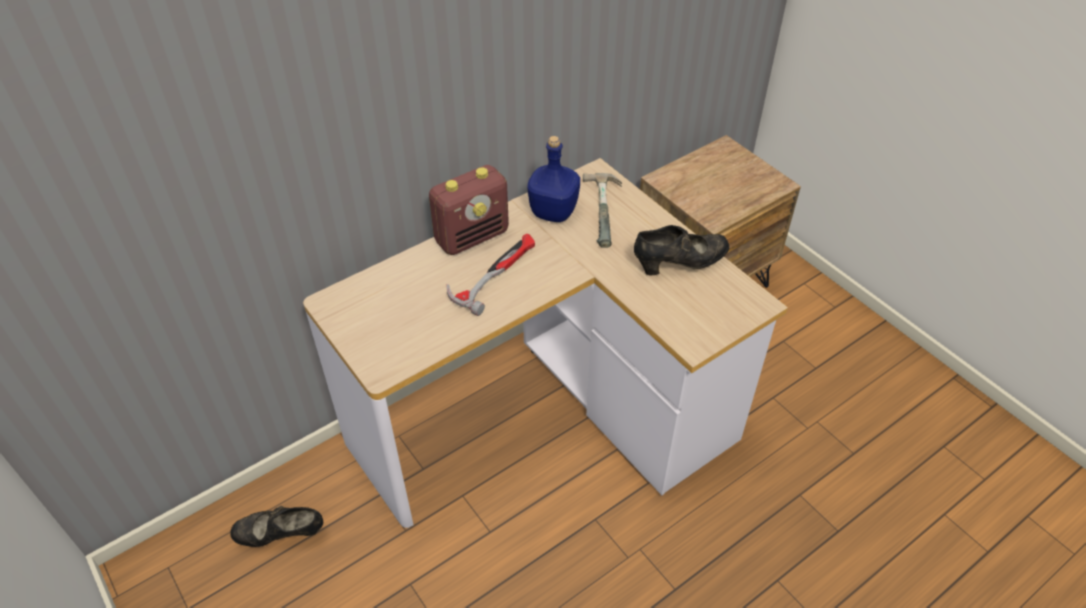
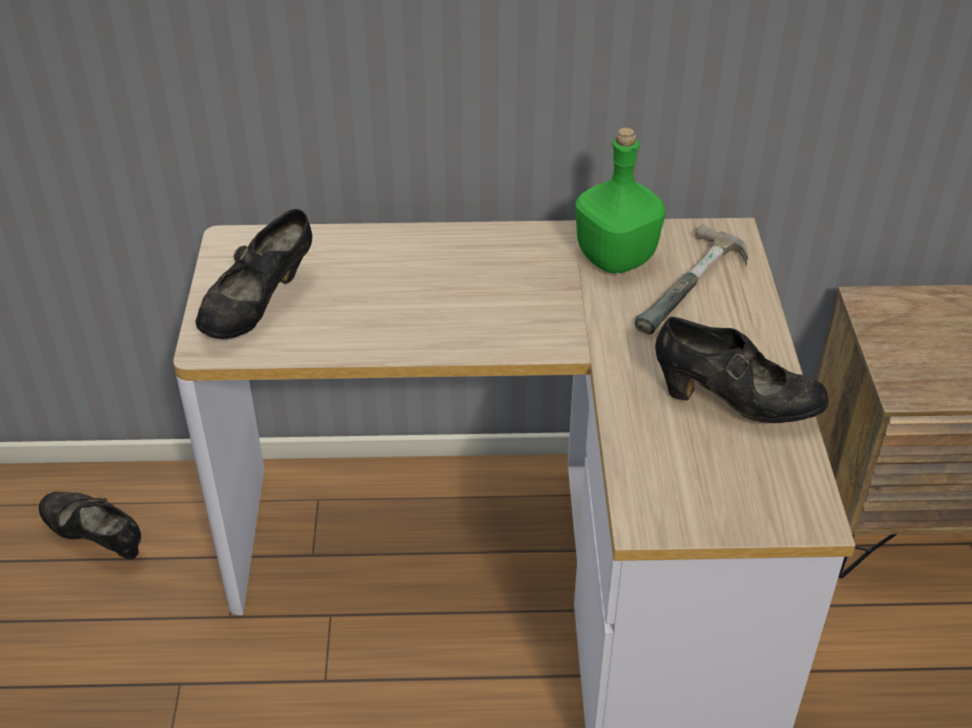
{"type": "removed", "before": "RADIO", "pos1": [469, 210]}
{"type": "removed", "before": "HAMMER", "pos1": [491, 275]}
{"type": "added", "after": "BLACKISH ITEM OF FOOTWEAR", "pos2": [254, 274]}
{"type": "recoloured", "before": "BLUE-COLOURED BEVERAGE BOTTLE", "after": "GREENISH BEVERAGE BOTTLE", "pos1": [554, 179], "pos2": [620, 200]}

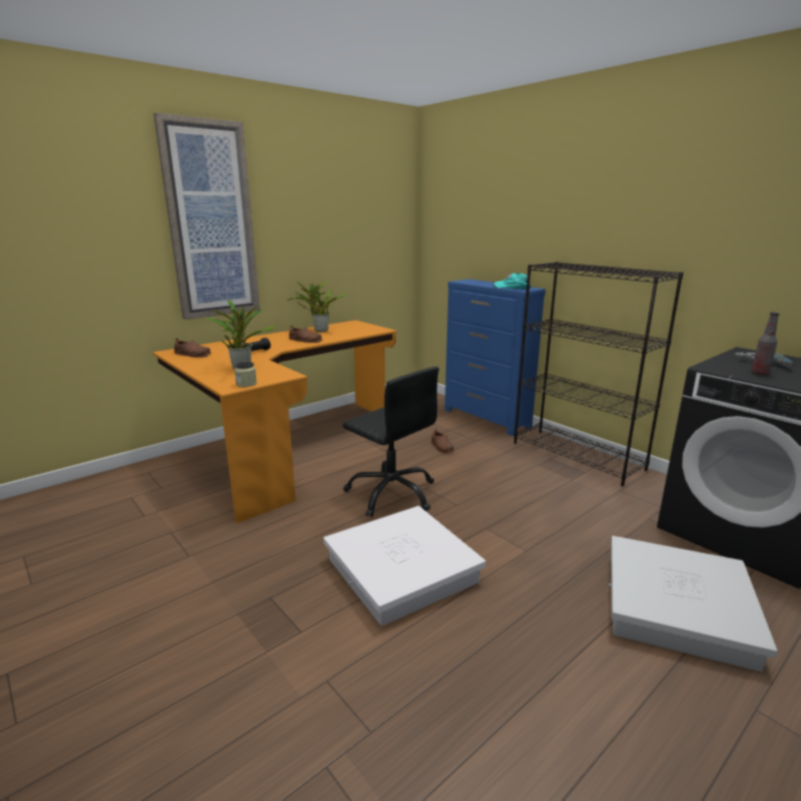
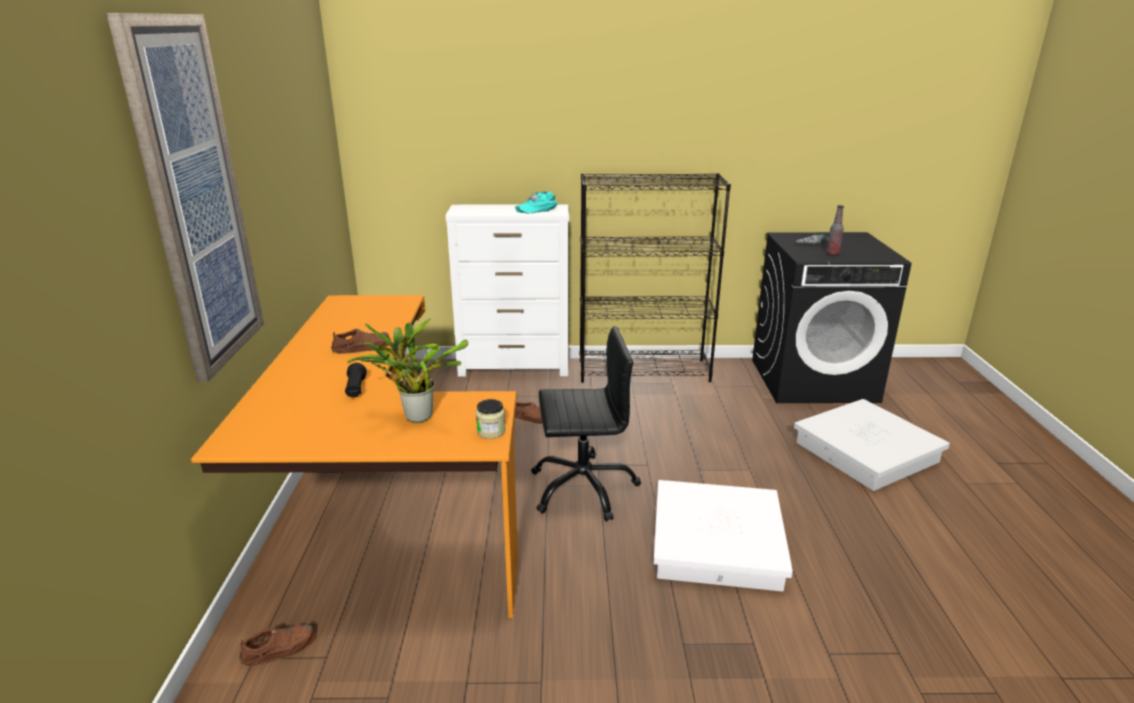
{"type": "removed", "before": "HOUSEPLANT", "pos1": [316, 306]}
{"type": "moved", "before": "BROWN ITEM OF FOOTWEAR", "pos1": [192, 347], "pos2": [278, 645]}
{"type": "recoloured", "before": "BLUE-COLOURED CHEST OF DRAWERS", "after": "WHITE-COLOURED CHEST OF DRAWERS", "pos1": [495, 357], "pos2": [507, 290]}

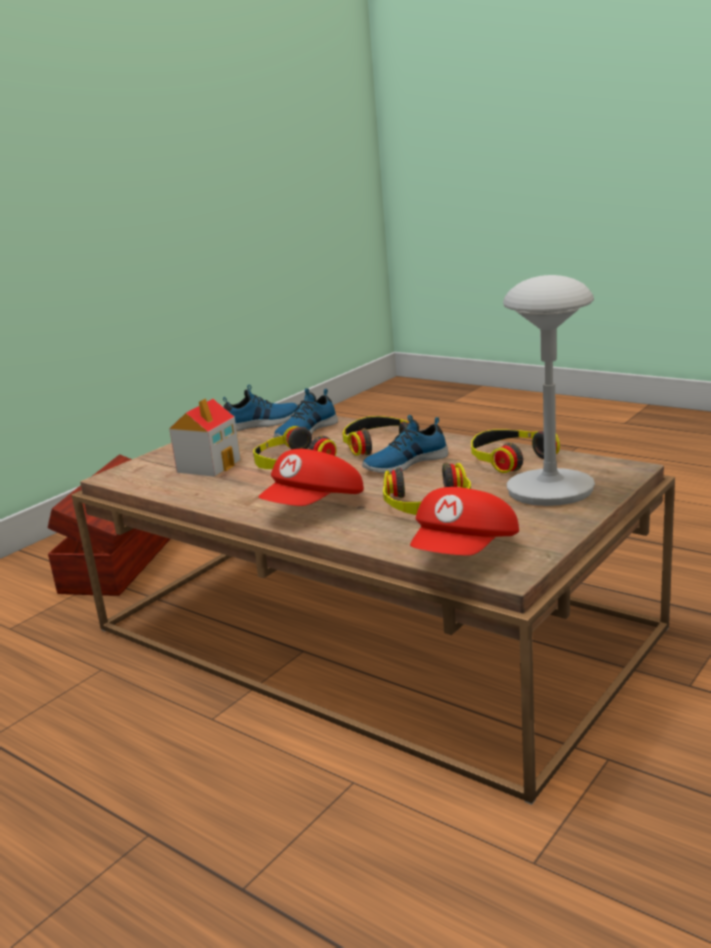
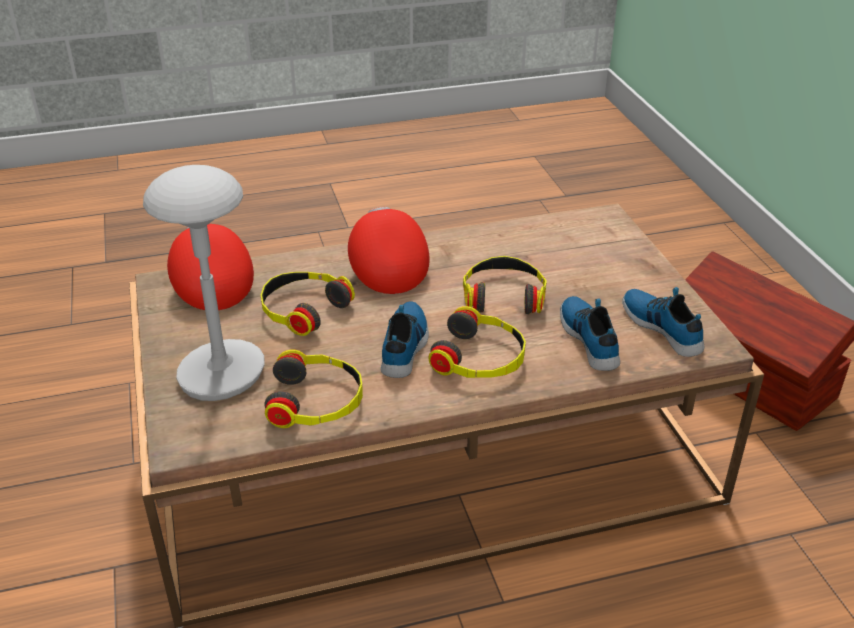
{"type": "removed", "before": "TOY HOUSE", "pos1": [205, 437]}
{"type": "turned", "before": "ITEM OF FOOTWEAR", "pos1": [260, 408], "pos2": [663, 322], "turn": 135}

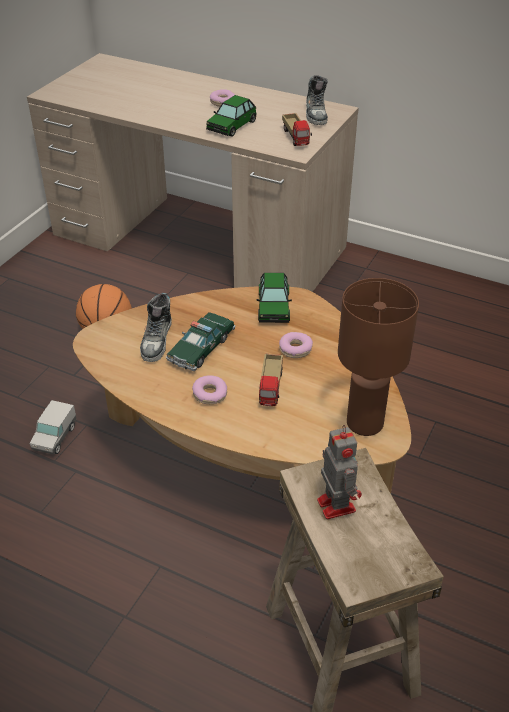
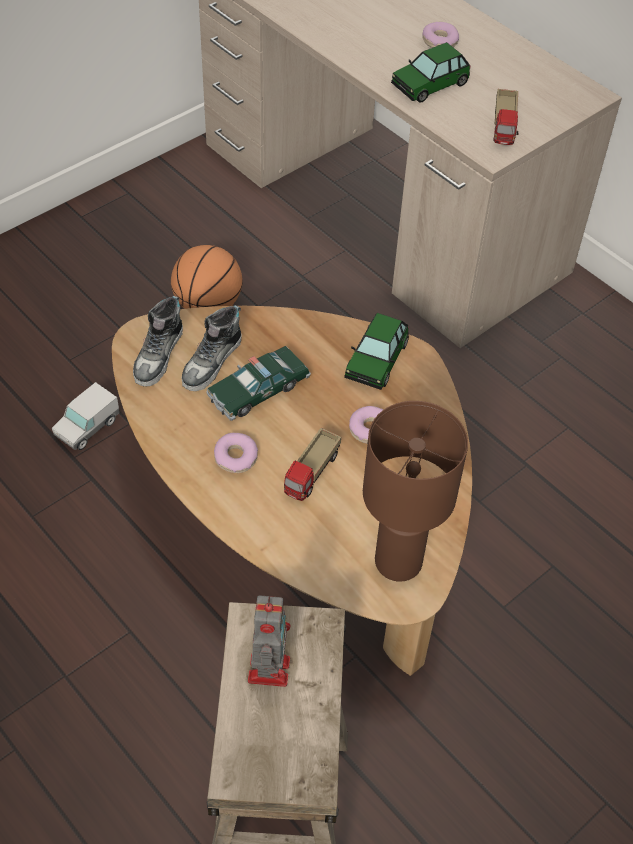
{"type": "moved", "before": "ITEM OF FOOTWEAR", "pos1": [317, 100], "pos2": [158, 341]}

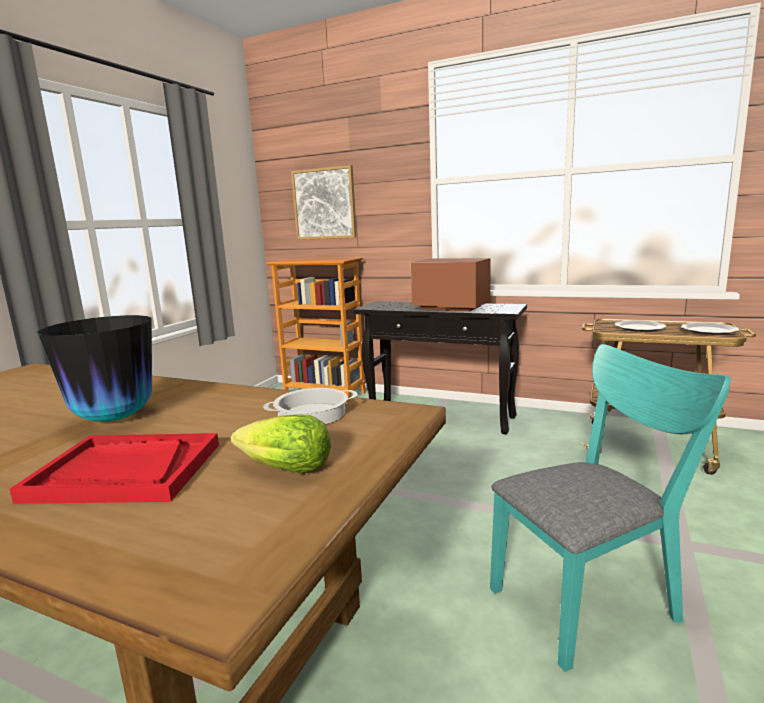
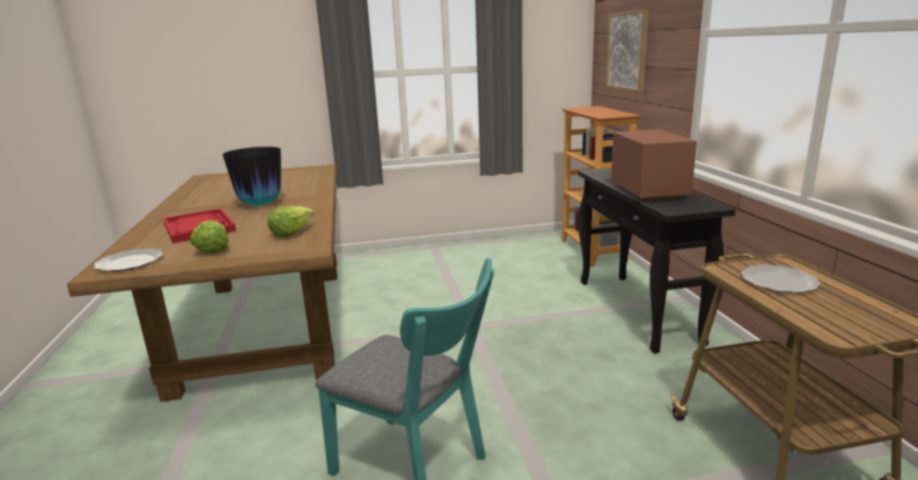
{"type": "moved", "before": "FLAT DISH", "pos1": [710, 328], "pos2": [128, 260]}
{"type": "replaced", "before": "SAUCEPOT", "after": "HEAD OF LETTUCE", "pos1": [310, 406], "pos2": [291, 221]}

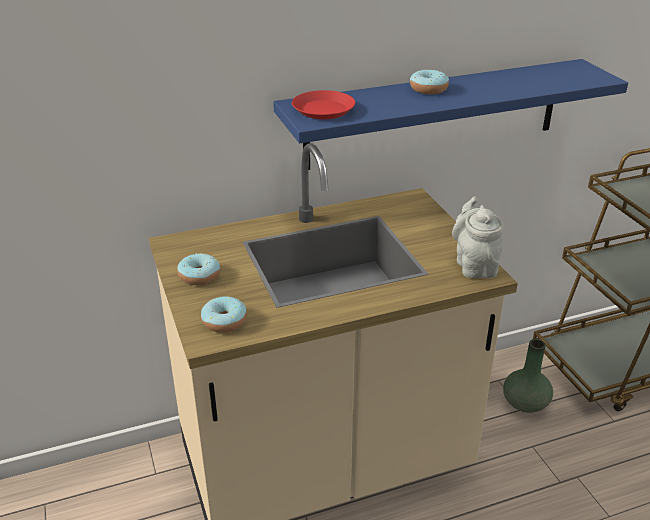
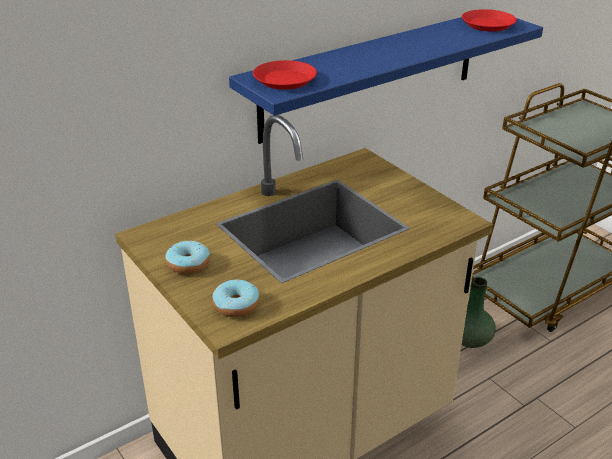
{"type": "removed", "before": "DONUT", "pos1": [429, 82]}
{"type": "removed", "before": "GRAY TEAPOT", "pos1": [478, 237]}
{"type": "added", "after": "RED FLAT DISH", "pos2": [489, 20]}

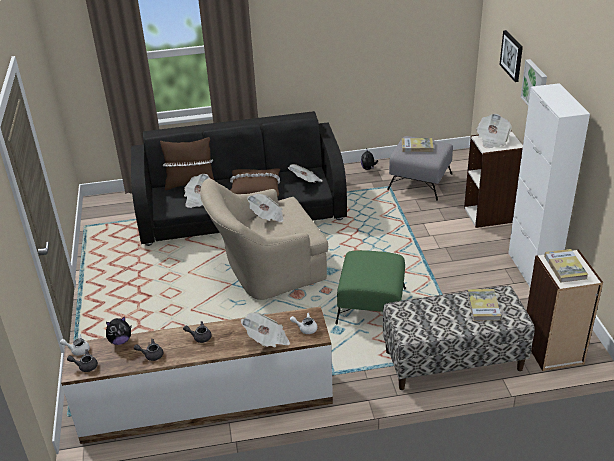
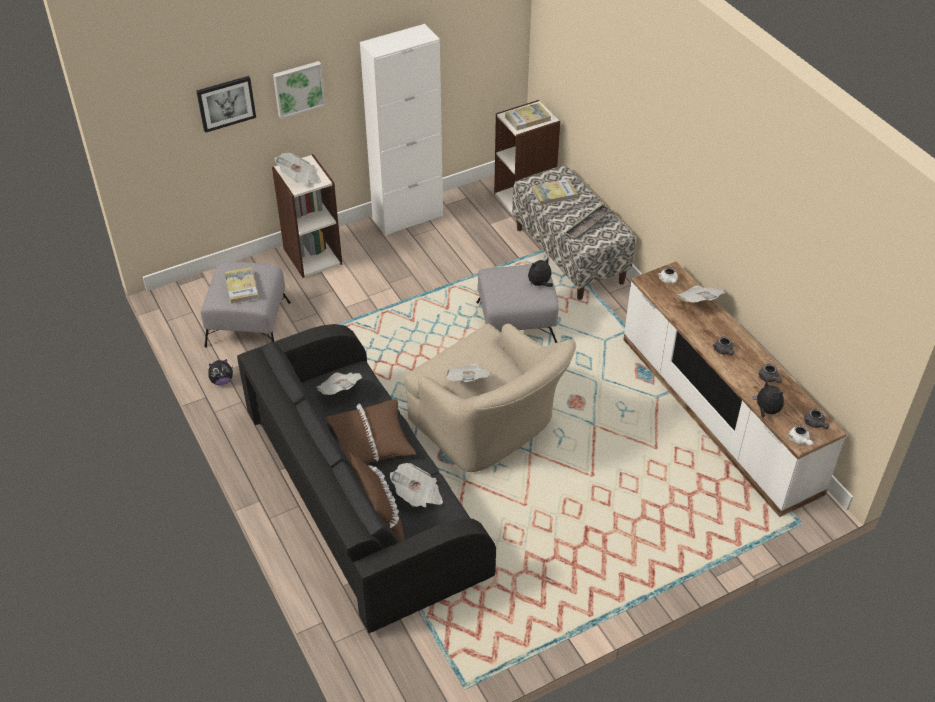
{"type": "added", "after": "CUDDLY TOY", "pos2": [540, 272]}
{"type": "added", "after": "CARRYING TRAY", "pos2": [588, 222]}
{"type": "recoloured", "before": "GREENISH OTTOMAN", "after": "GRAY OTTOMAN", "pos1": [370, 287], "pos2": [517, 303]}

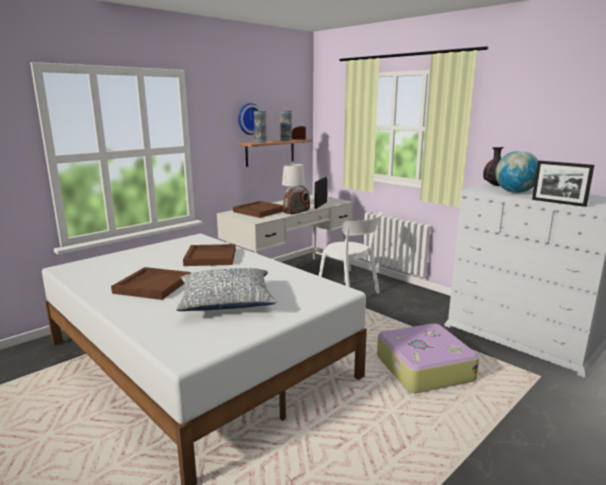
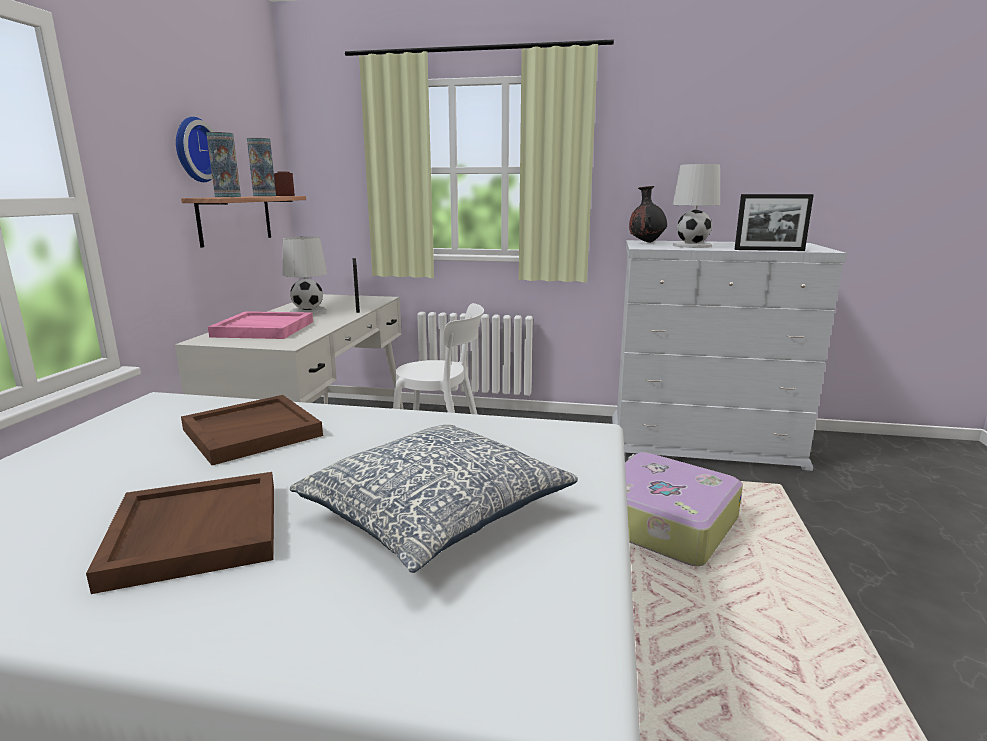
{"type": "removed", "before": "RADIO", "pos1": [296, 200]}
{"type": "replaced", "before": "WORLD GLOBE", "after": "WHITE-COLOURED TABLETOP LAMP", "pos1": [516, 172], "pos2": [696, 206]}
{"type": "recoloured", "before": "BROWN CARRYING TRAY", "after": "PINKISH CARRYING TRAY", "pos1": [258, 209], "pos2": [260, 325]}

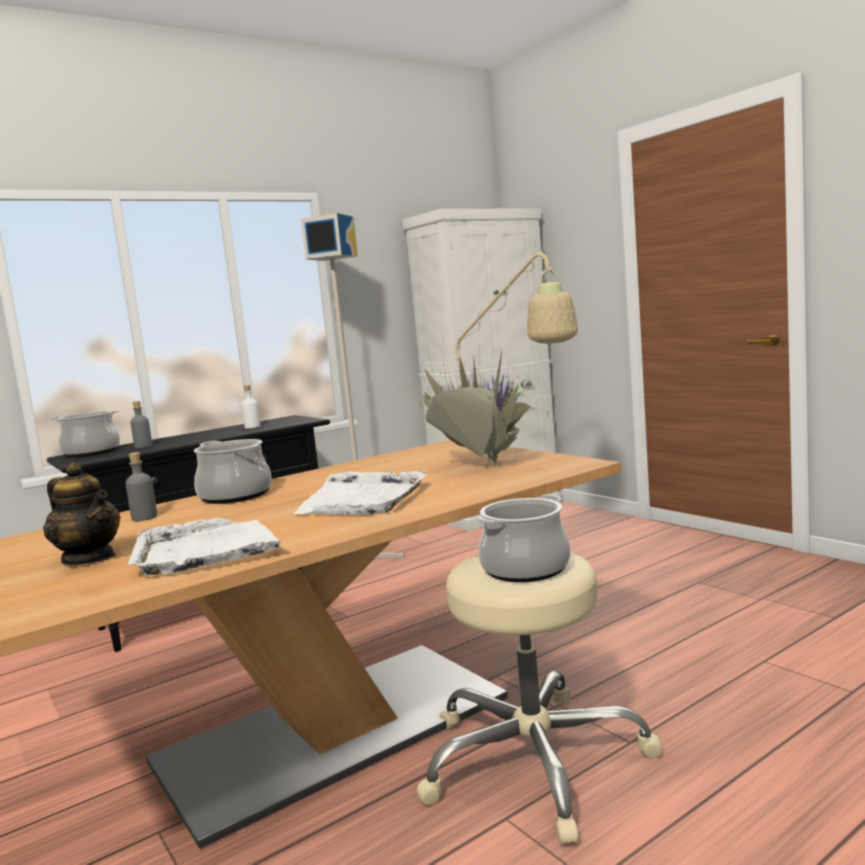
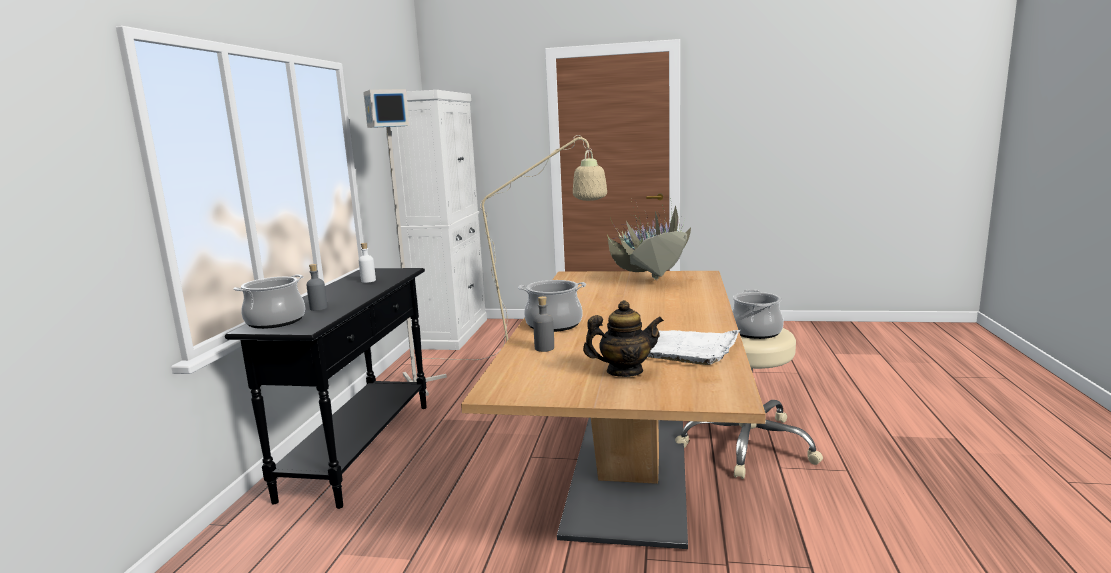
{"type": "removed", "before": "WHITE-COLOURED CARRYING TRAY", "pos1": [359, 493]}

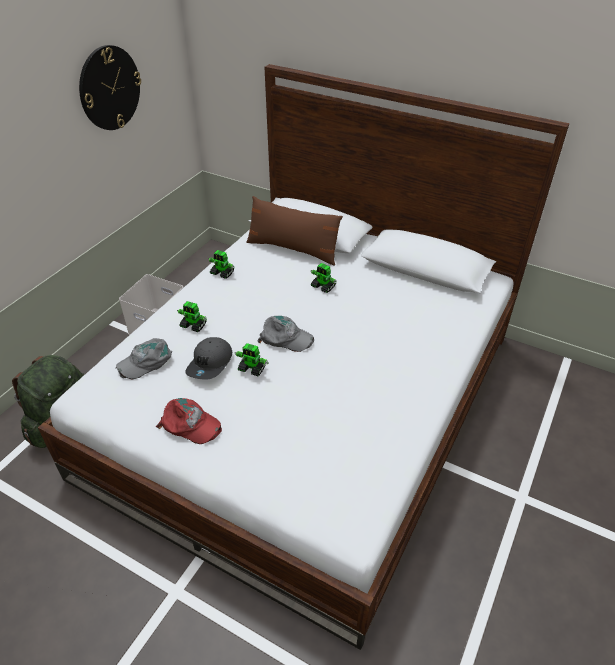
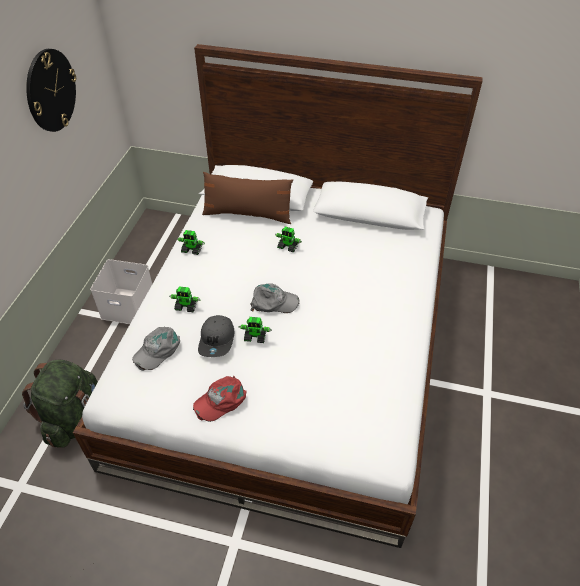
{"type": "turned", "before": "RED BASEBALL CAP", "pos1": [189, 421], "pos2": [220, 399], "turn": 135}

